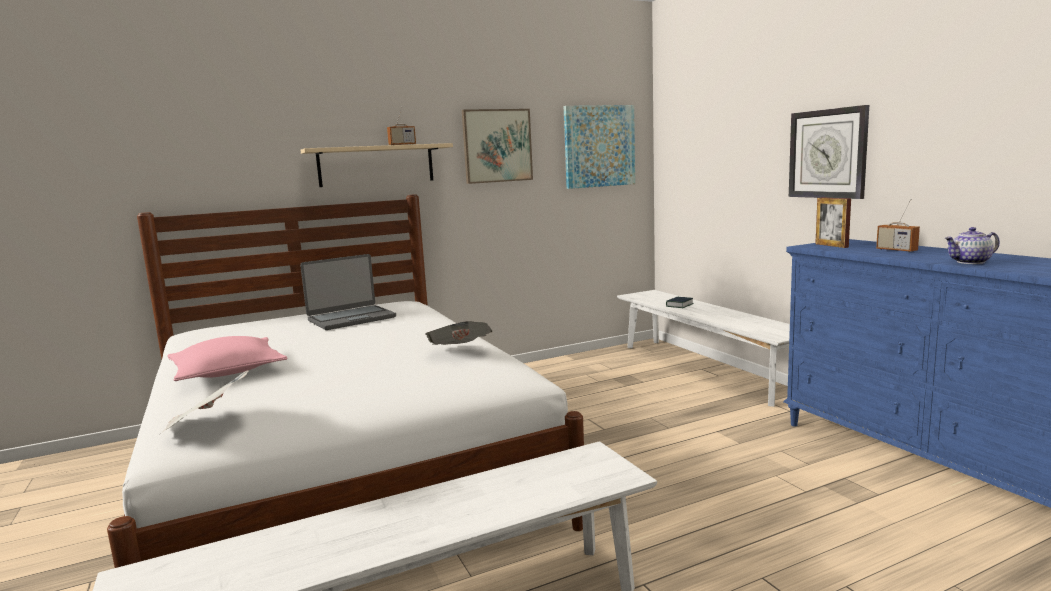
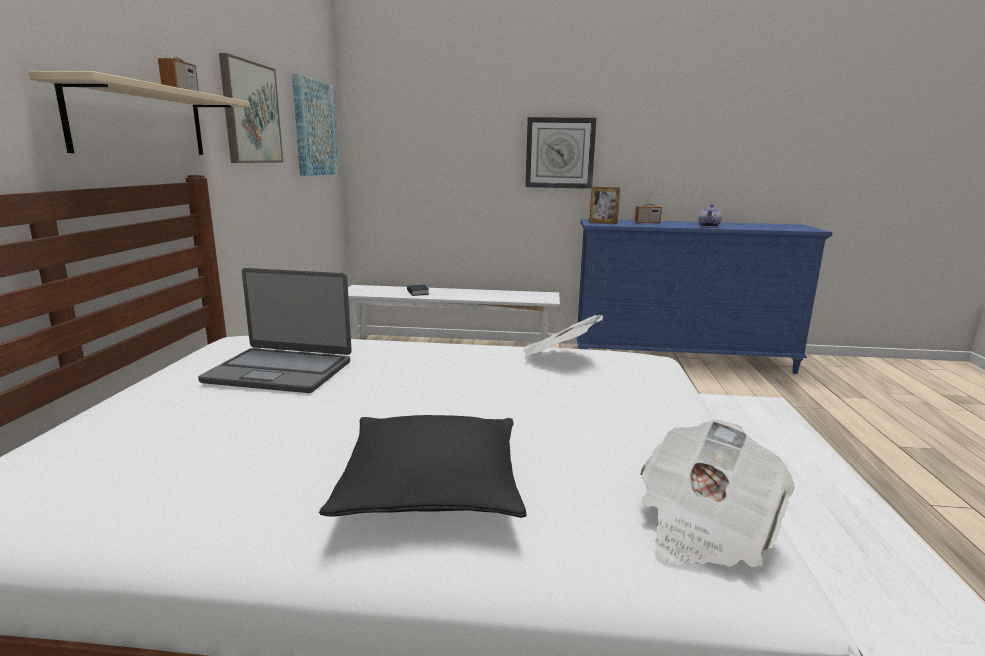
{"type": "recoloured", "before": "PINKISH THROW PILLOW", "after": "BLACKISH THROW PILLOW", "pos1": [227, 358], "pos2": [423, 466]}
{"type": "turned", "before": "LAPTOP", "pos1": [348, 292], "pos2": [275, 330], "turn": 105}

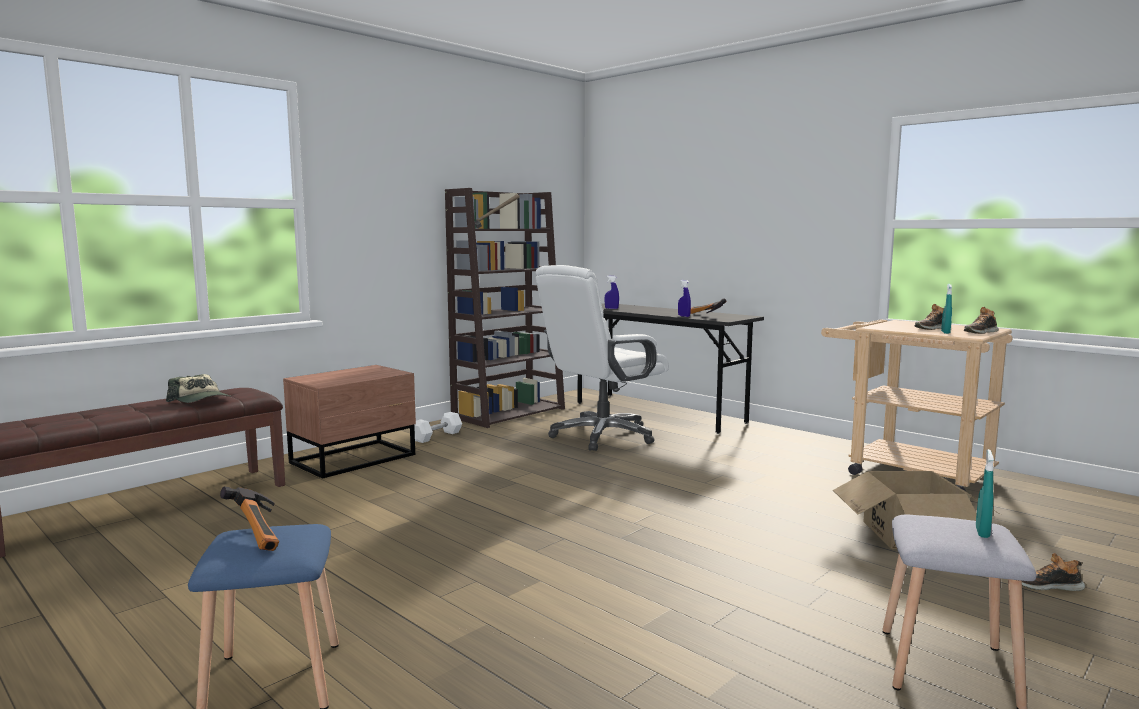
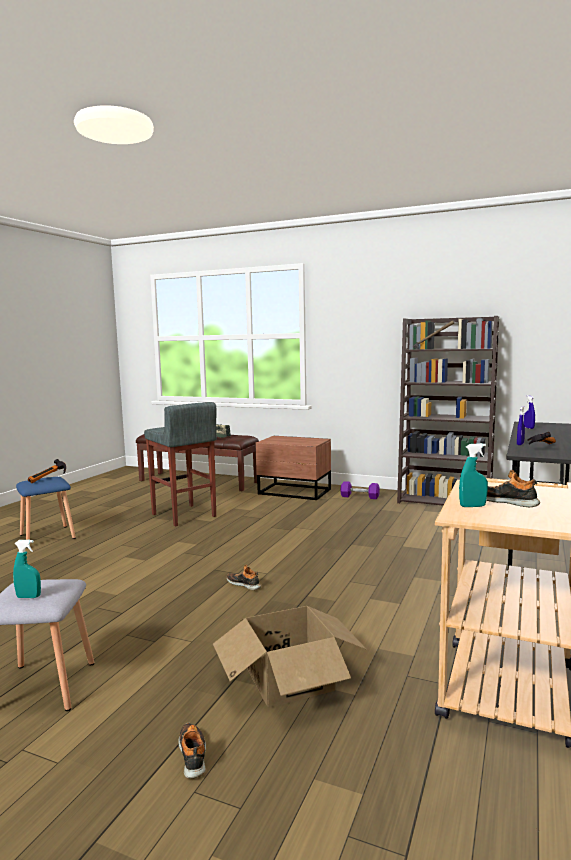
{"type": "removed", "before": "WHITE-COLOURED DESK CHAIR", "pos1": [602, 358]}
{"type": "added", "after": "GRAY STOOL SEAT", "pos2": [180, 464]}
{"type": "moved", "before": "ITEM OF FOOTWEAR", "pos1": [981, 320], "pos2": [244, 577]}
{"type": "recoloured", "before": "WHITE-COLOURED FREE WEIGHT", "after": "PURPLE-COLOURED FREE WEIGHT", "pos1": [438, 427], "pos2": [360, 490]}

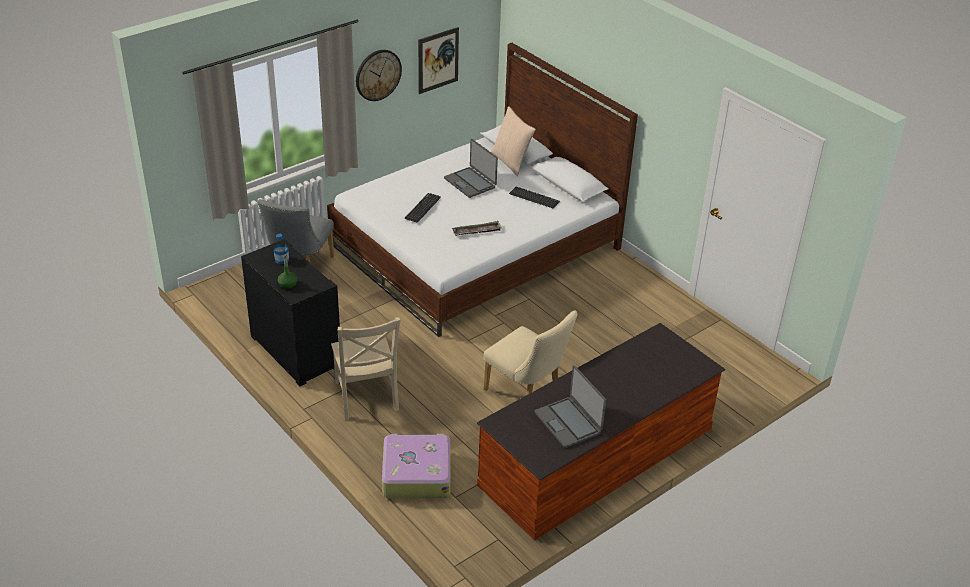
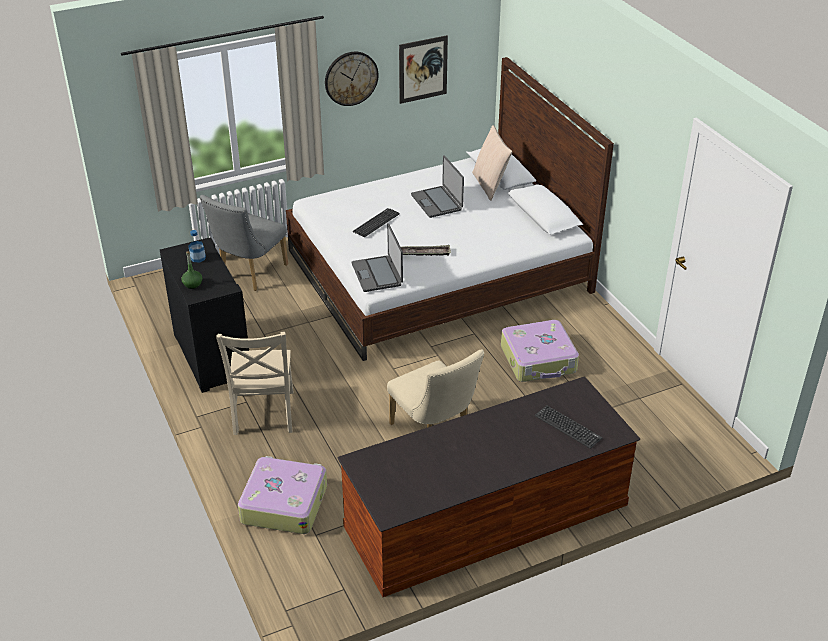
{"type": "added", "after": "TRAVEL CASE", "pos2": [540, 351]}
{"type": "moved", "before": "COMPUTER KEYBOARD", "pos1": [534, 197], "pos2": [568, 427]}
{"type": "moved", "before": "LAPTOP", "pos1": [570, 406], "pos2": [377, 258]}

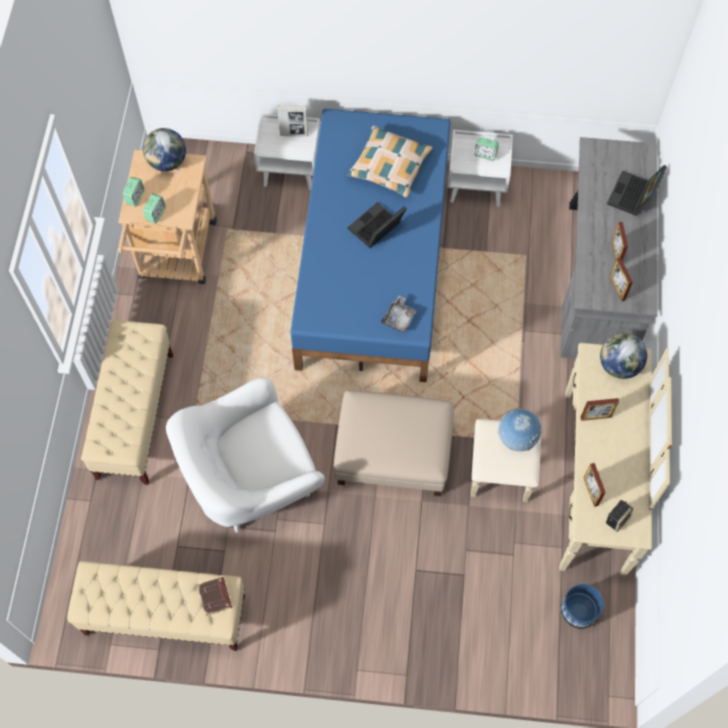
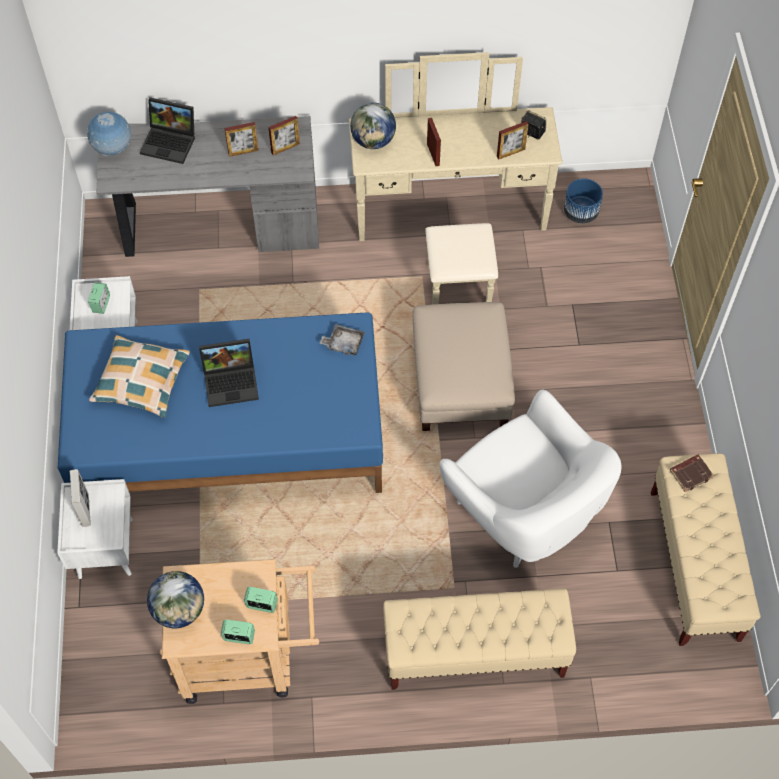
{"type": "moved", "before": "WORLD GLOBE", "pos1": [519, 430], "pos2": [109, 134]}
{"type": "turned", "before": "LAPTOP", "pos1": [377, 225], "pos2": [229, 373], "turn": -45}

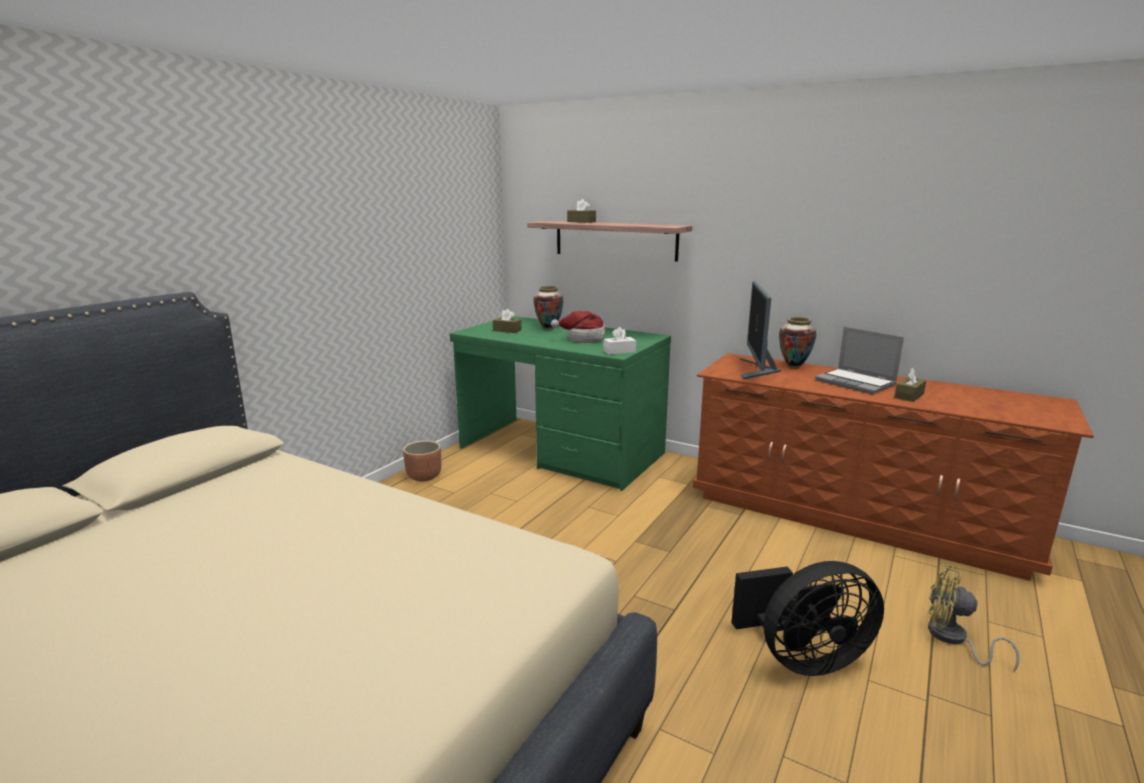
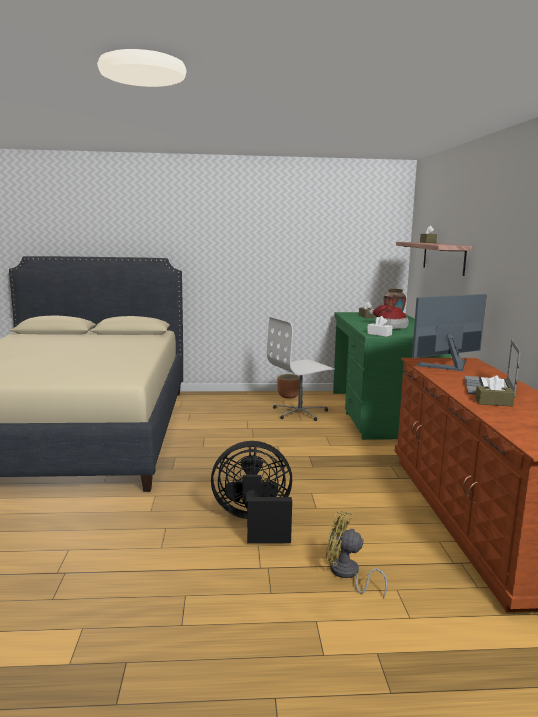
{"type": "removed", "before": "FLOWER VASE", "pos1": [797, 342]}
{"type": "added", "after": "WHITE-COLOURED DESK CHAIR", "pos2": [301, 369]}
{"type": "turned", "before": "BLACKISH FAN", "pos1": [807, 618], "pos2": [251, 492], "turn": 135}
{"type": "turned", "before": "YELLOW-COLOURED FAN", "pos1": [974, 618], "pos2": [357, 554], "turn": -60}

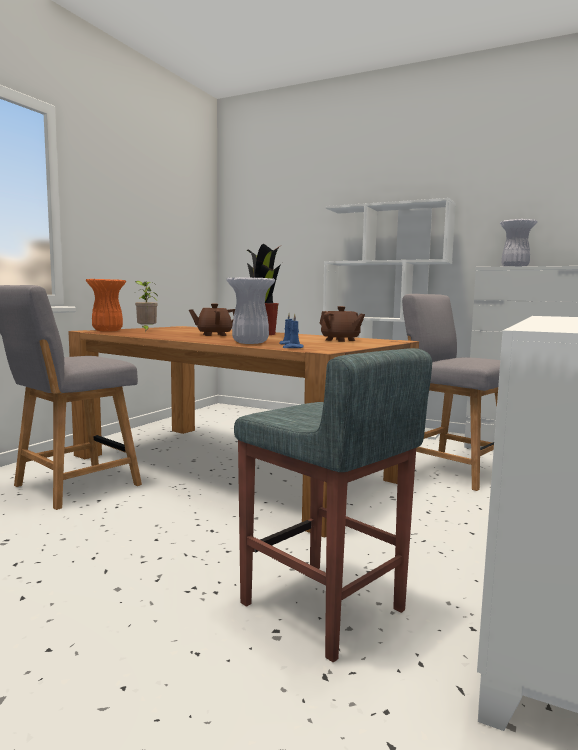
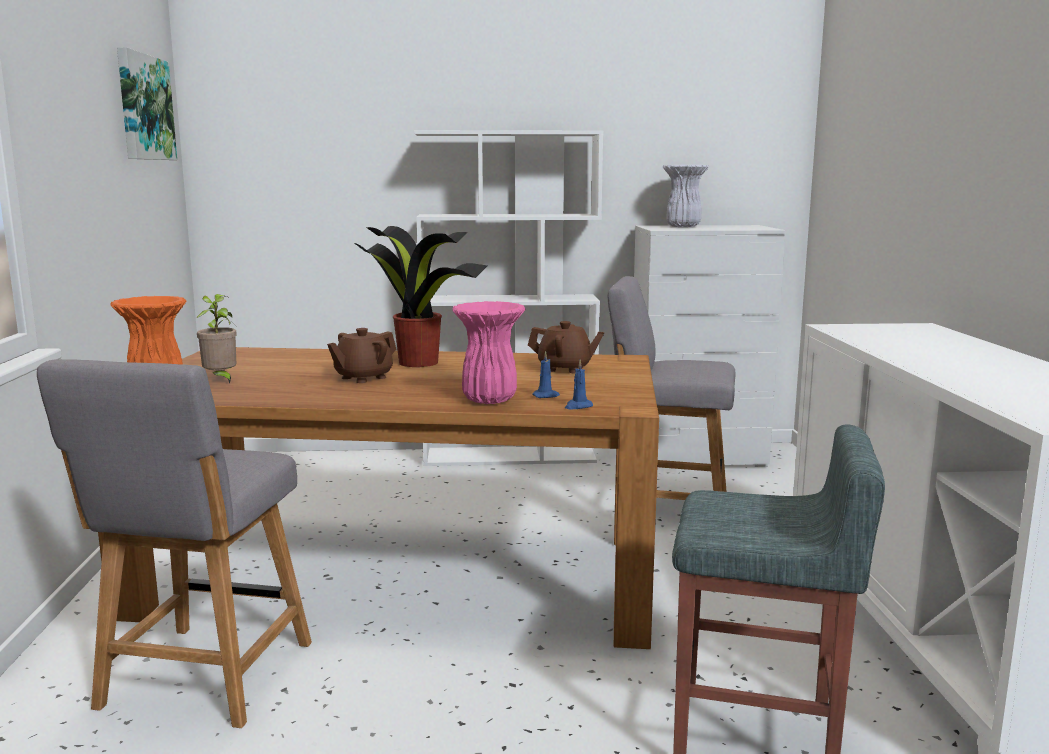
{"type": "added", "after": "PICTURE", "pos2": [147, 103]}
{"type": "recoloured", "before": "WHITE-COLOURED FLOWER VASE", "after": "PINKISH FLOWER VASE", "pos1": [250, 310], "pos2": [488, 352]}

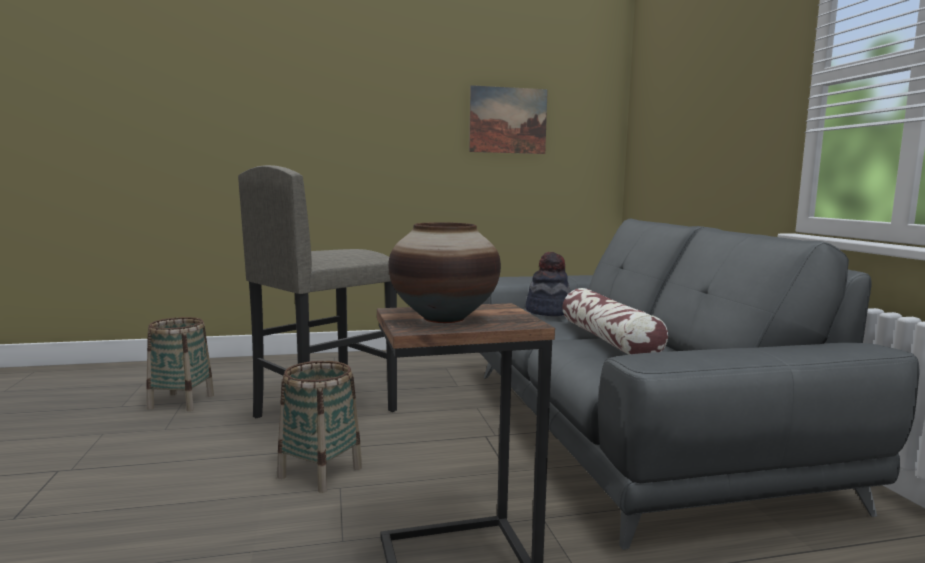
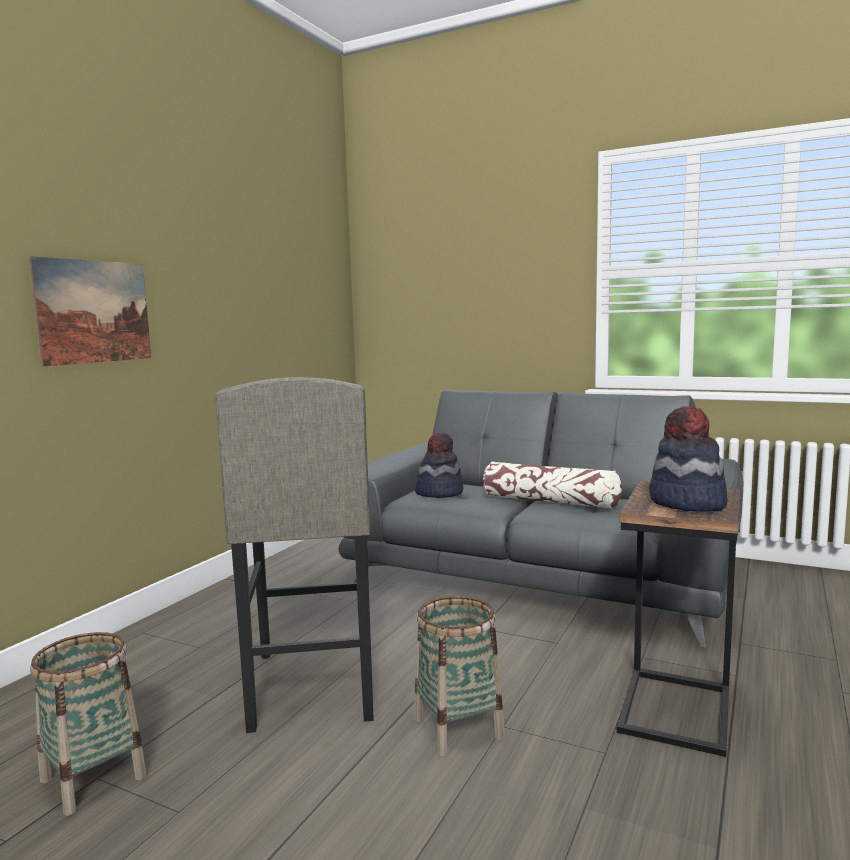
{"type": "moved", "before": "PICTURE", "pos1": [508, 119], "pos2": [90, 311]}
{"type": "replaced", "before": "FLOWER VASE", "after": "CLOTHING HAT", "pos1": [444, 272], "pos2": [688, 458]}

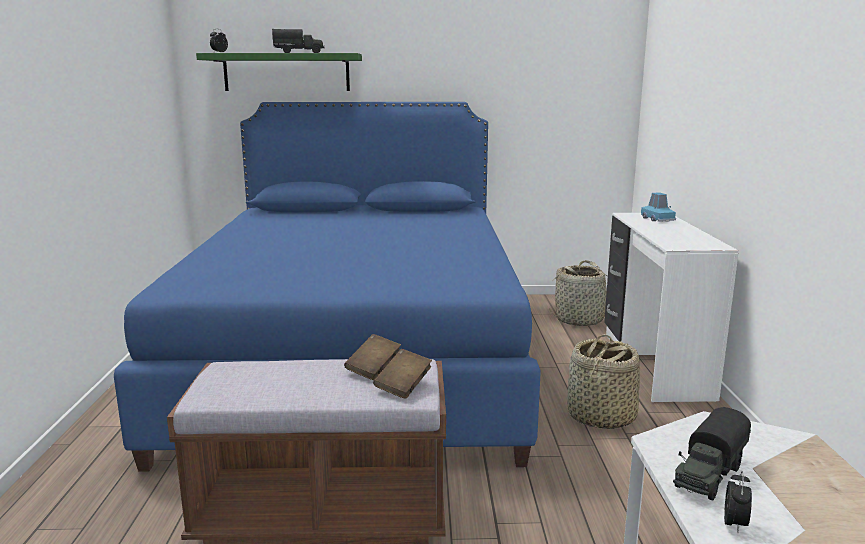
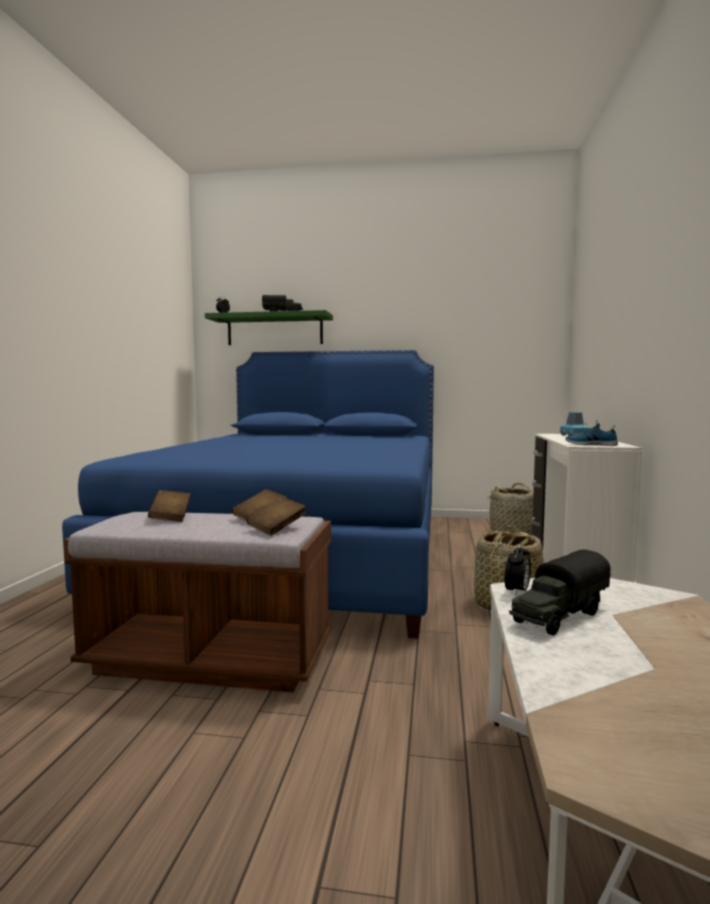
{"type": "added", "after": "BROWN BOOK", "pos2": [169, 506]}
{"type": "added", "after": "ITEM OF FOOTWEAR", "pos2": [591, 433]}
{"type": "moved", "before": "ALARM CLOCK", "pos1": [738, 502], "pos2": [518, 569]}

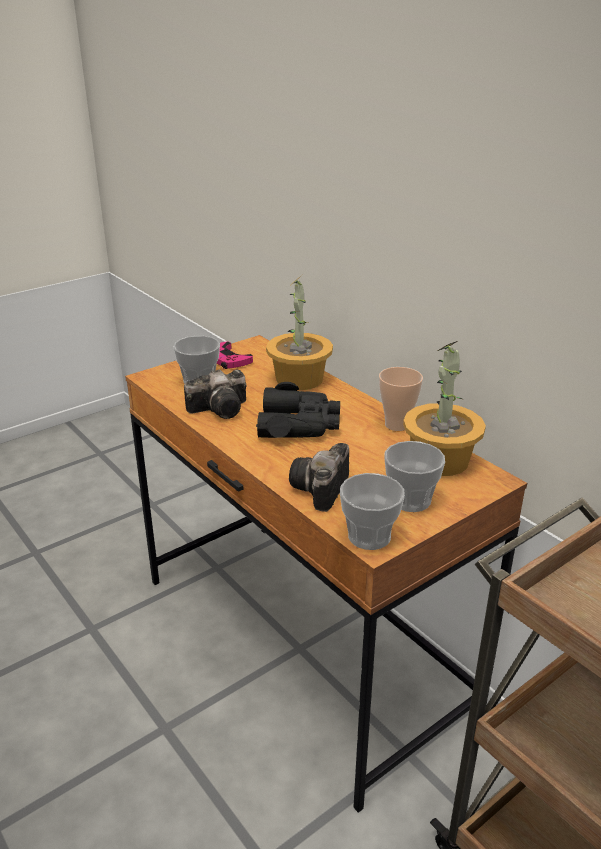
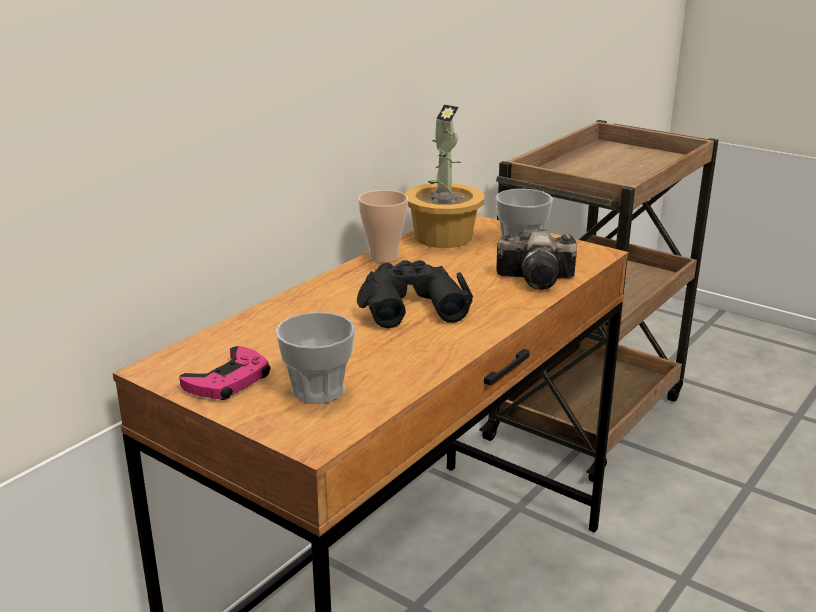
{"type": "removed", "before": "STILL CAMERA", "pos1": [215, 394]}
{"type": "removed", "before": "HOUSEPLANT", "pos1": [299, 332]}
{"type": "removed", "before": "DRINKING CUP", "pos1": [372, 511]}

